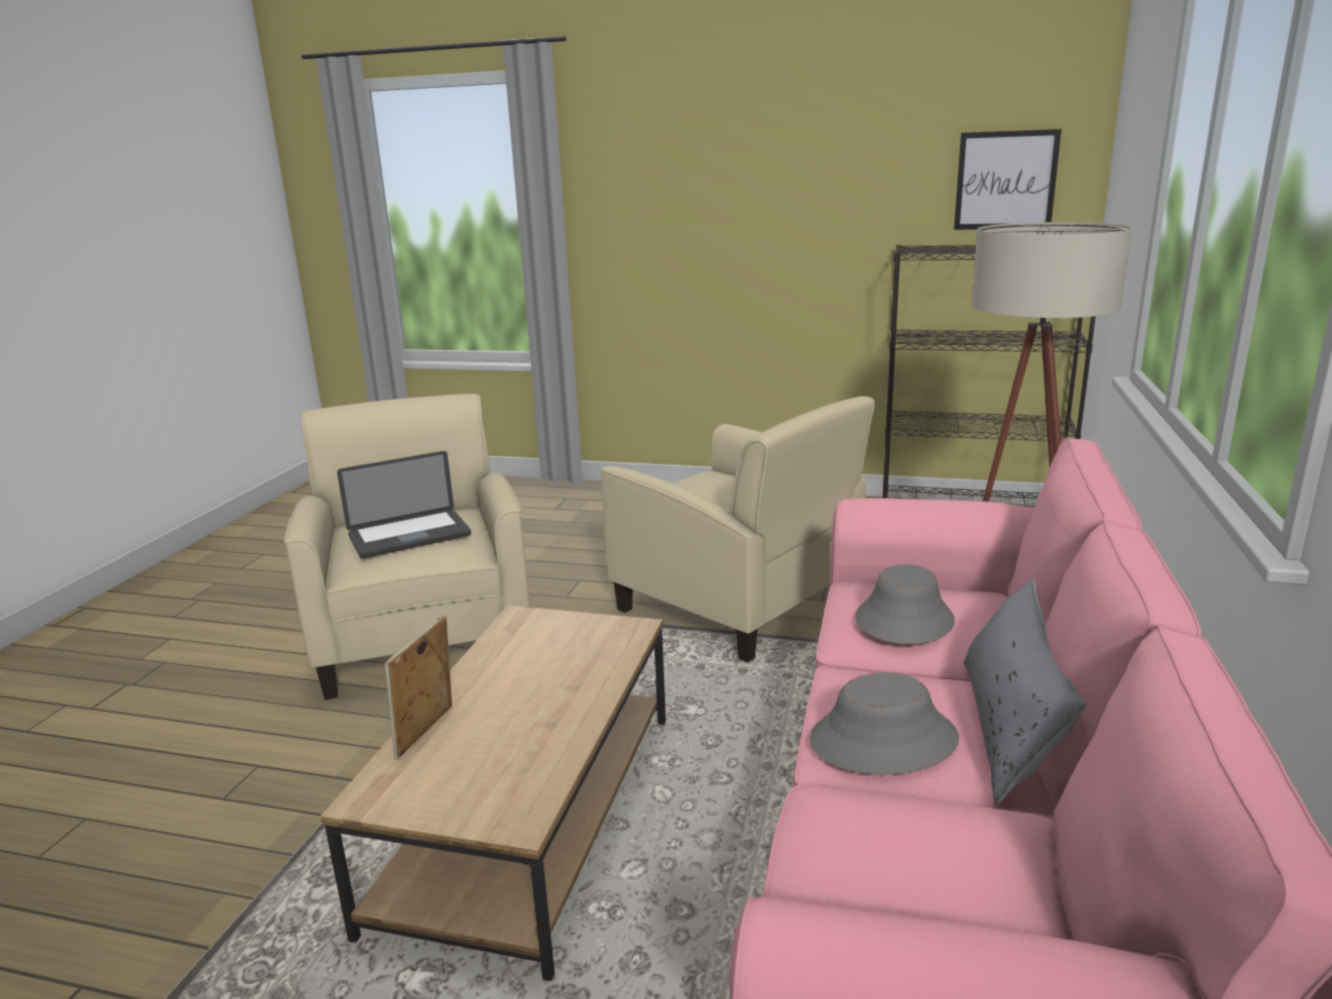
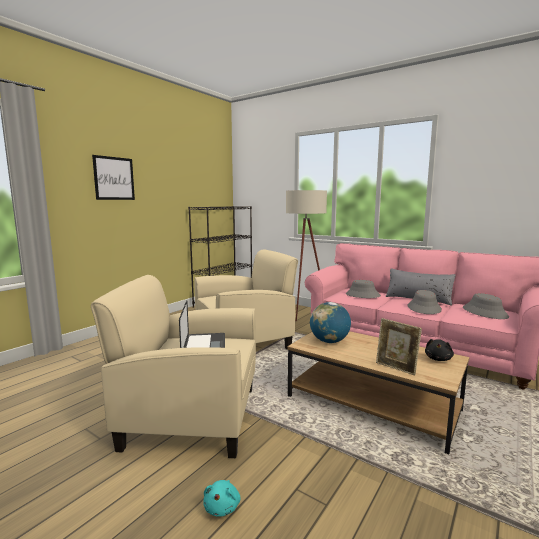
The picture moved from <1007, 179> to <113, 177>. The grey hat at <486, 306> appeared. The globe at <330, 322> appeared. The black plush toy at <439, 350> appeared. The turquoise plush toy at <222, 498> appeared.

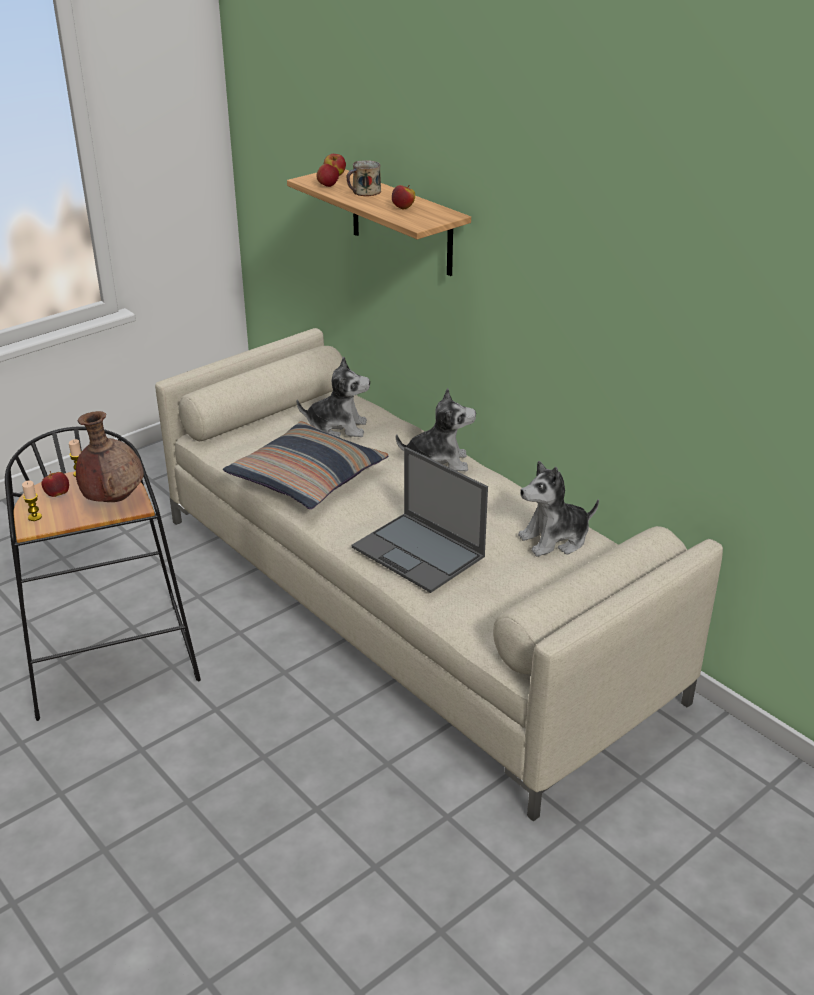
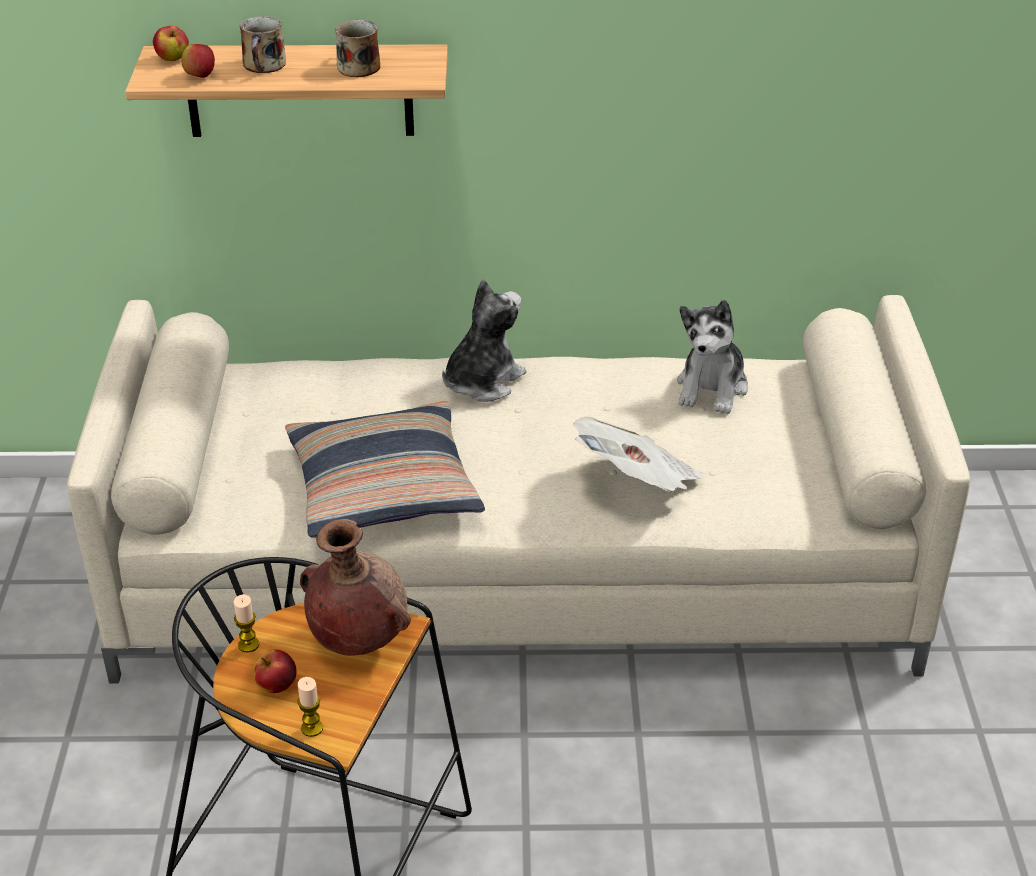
The apple at <403, 197> was replaced by the mug at <357, 48>. The plush toy at <333, 397> disappeared. The laptop at <420, 520> was replaced by the newspaper at <638, 454>.

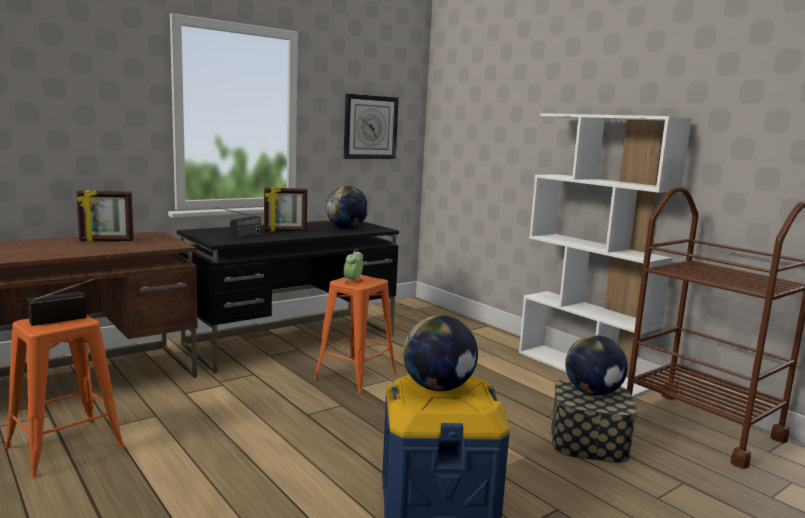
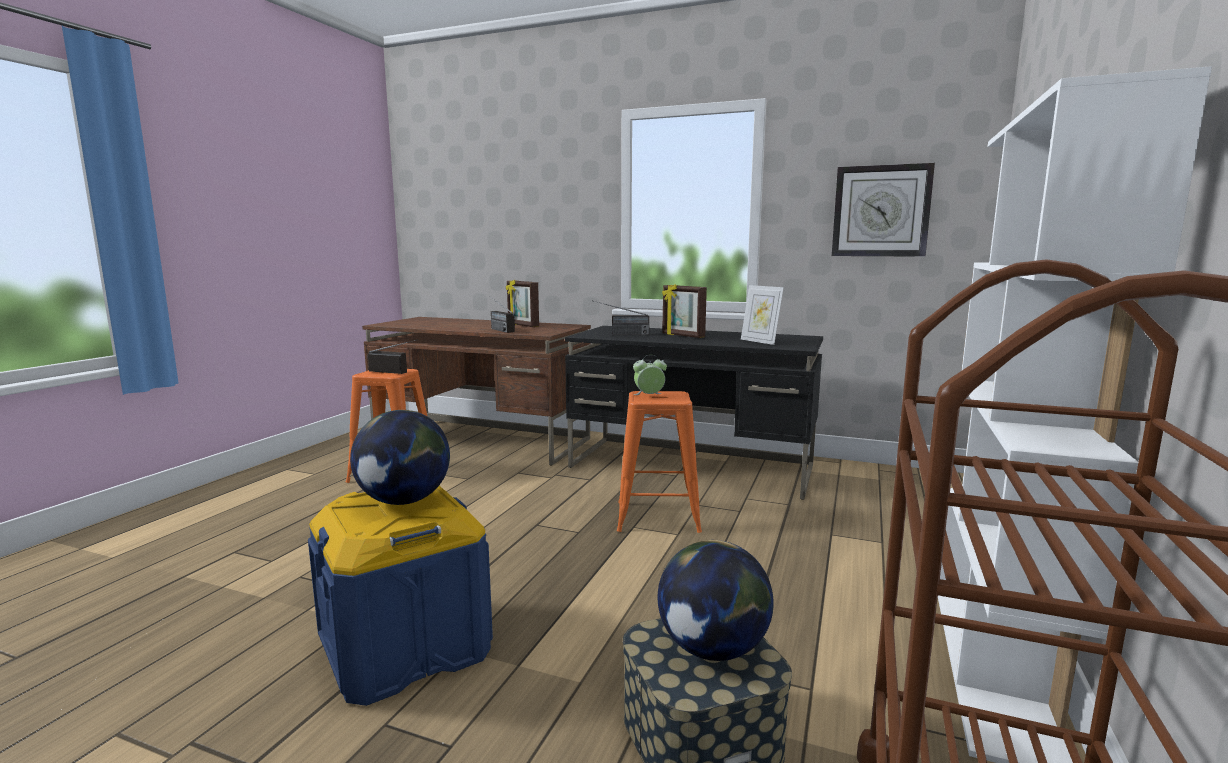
The globe at <347, 207> was replaced by the picture frame at <762, 315>. The radio at <503, 315> appeared.

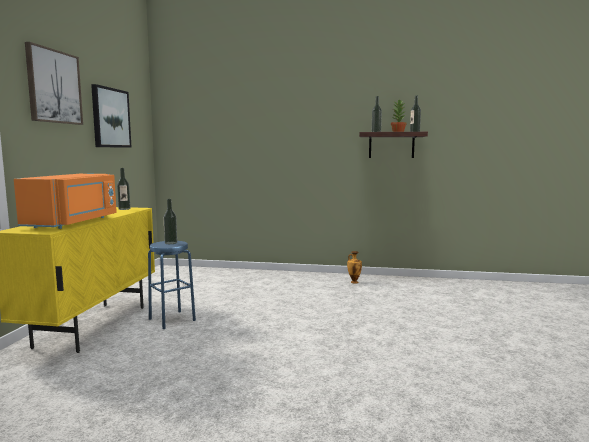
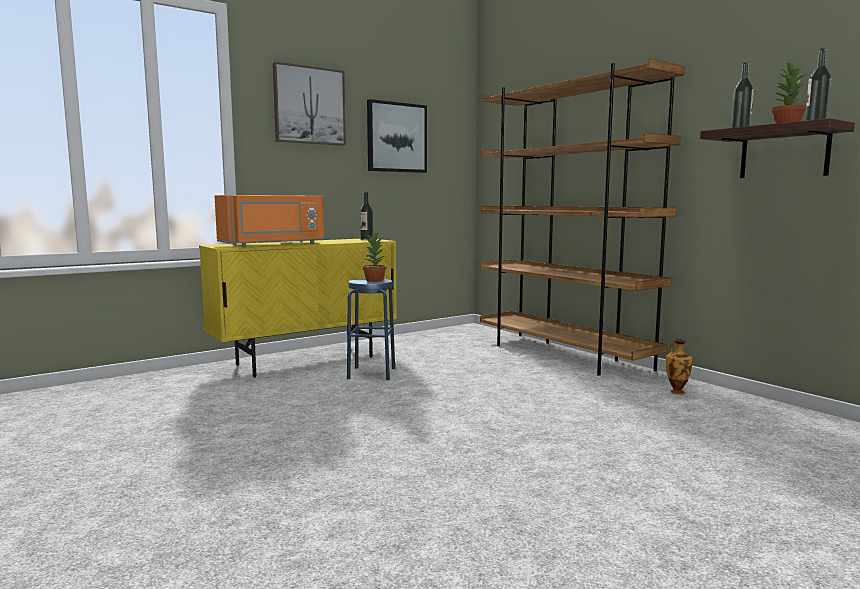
The bottle at <170, 221> was replaced by the potted plant at <375, 257>. The brown bookcase at <582, 217> appeared.

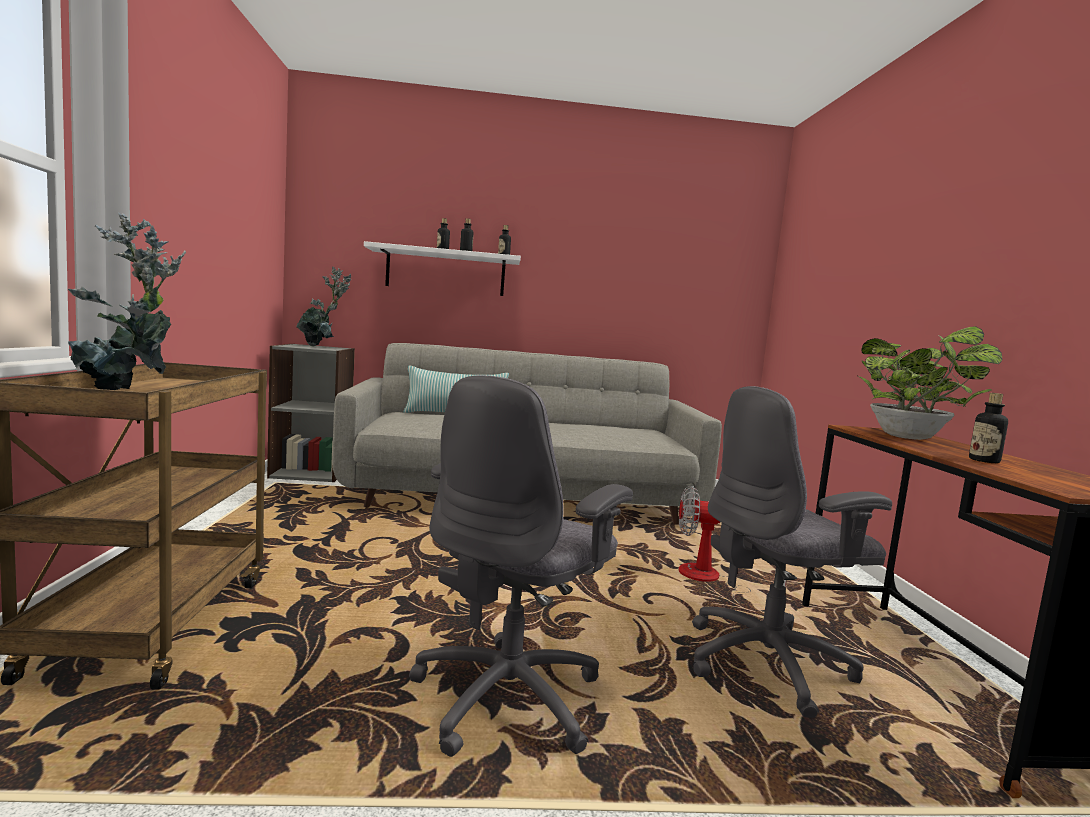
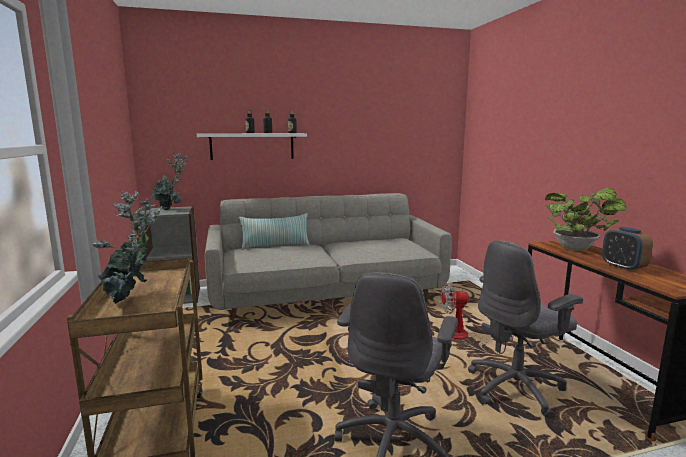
The bottle at <988, 428> was replaced by the alarm clock at <627, 249>.

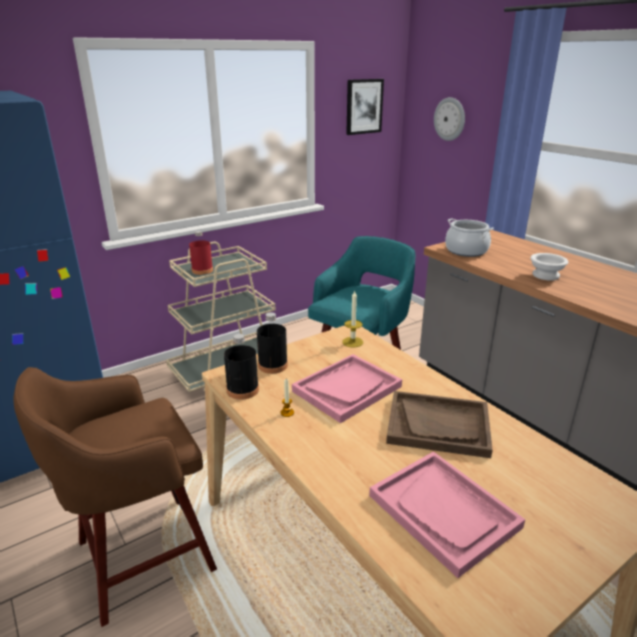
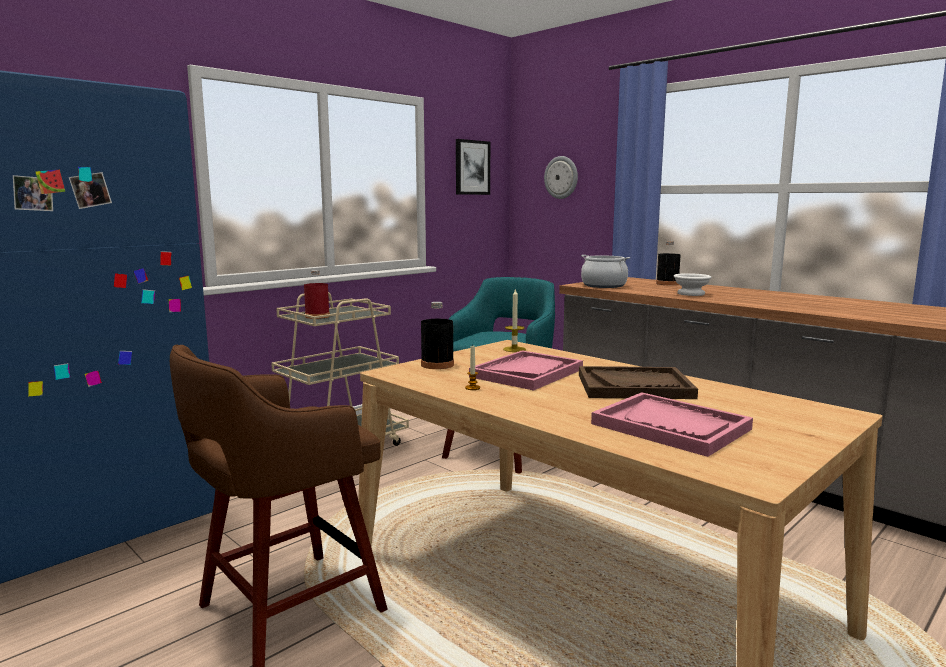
The black bottle moved from <241, 367> to <668, 263>.

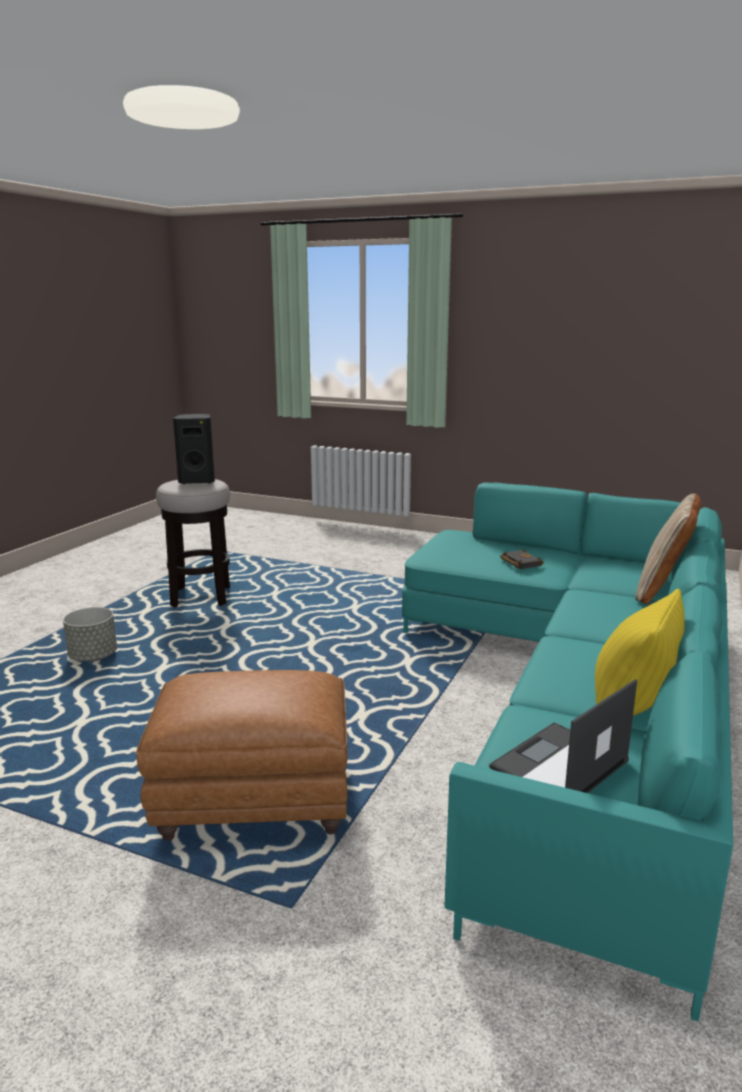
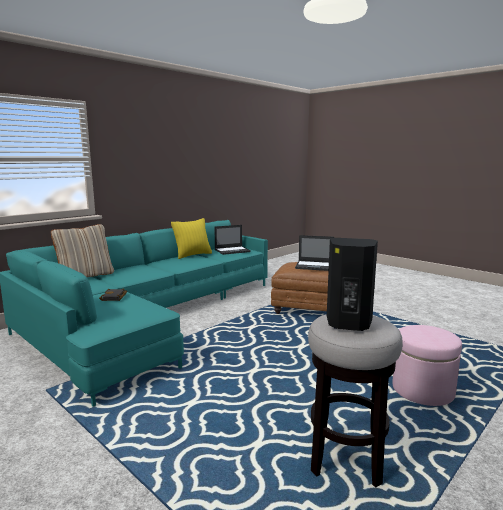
The grey planter at <90, 634> was replaced by the pink ottoman at <427, 365>. The laptop at <314, 253> appeared.

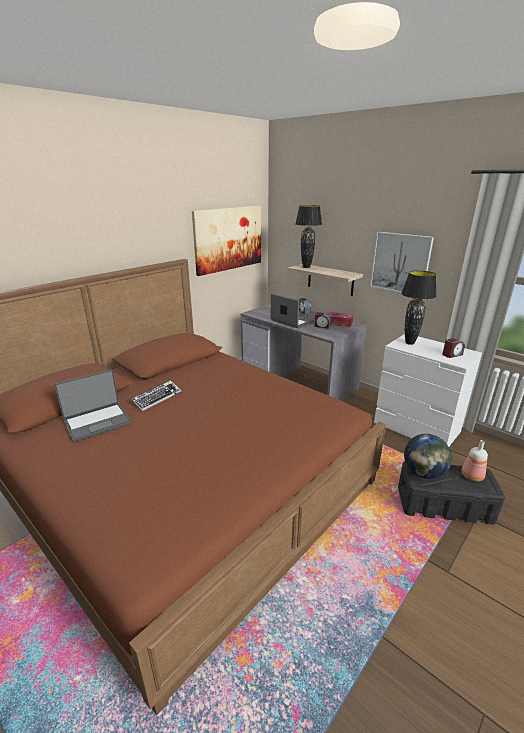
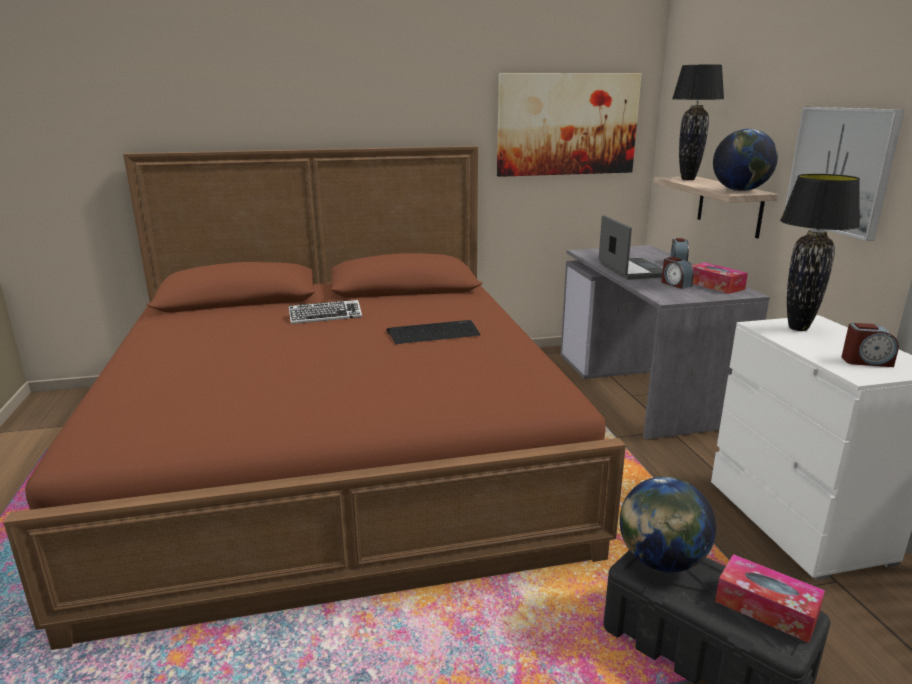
The laptop at <92, 405> disappeared. The bottle at <474, 461> was replaced by the tissue box at <770, 598>. The globe at <745, 160> appeared. The keyboard at <433, 332> appeared.

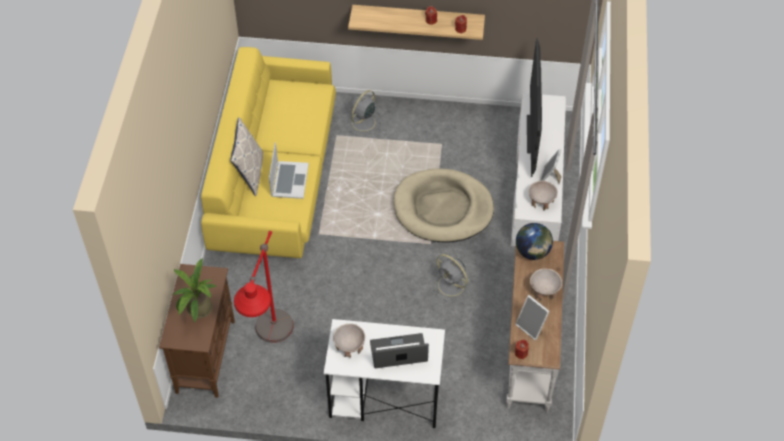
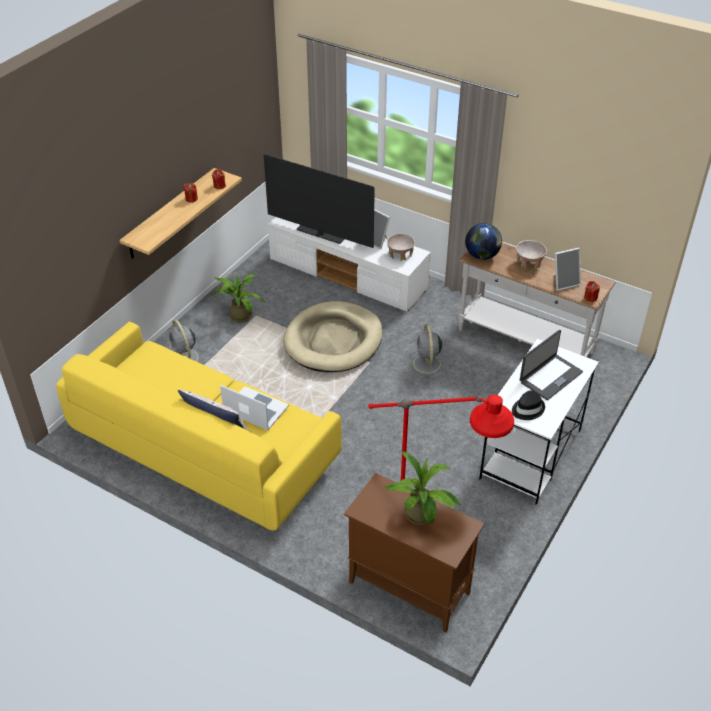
The grey fan at <452, 278> turned 105 degrees clockwise. The beige bowl at <349, 341> was replaced by the black hat at <528, 405>. The laptop at <399, 350> turned 150 degrees counterclockwise. The potted plant at <239, 298> appeared.

